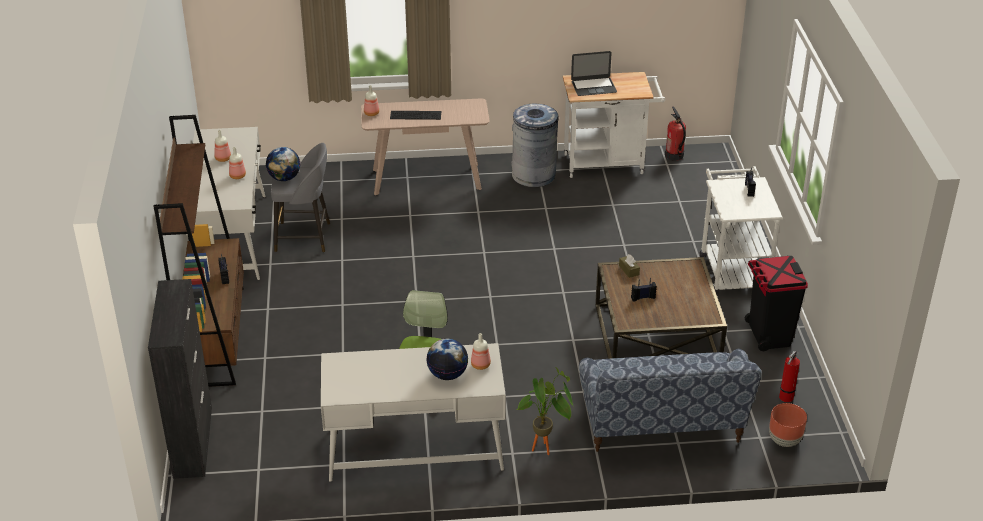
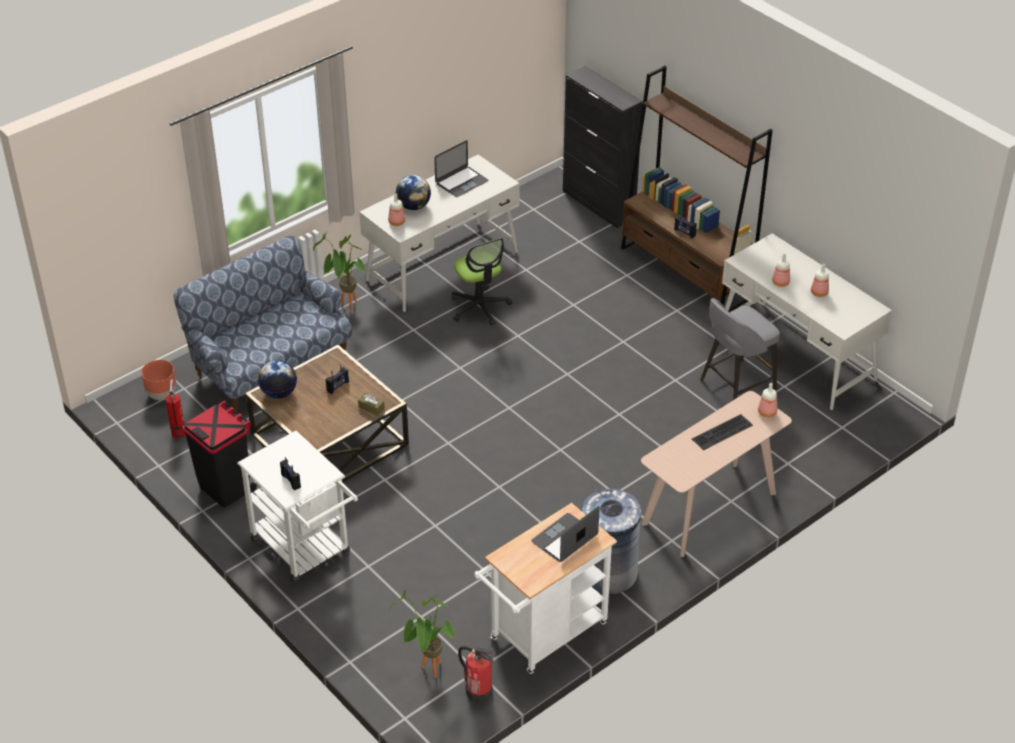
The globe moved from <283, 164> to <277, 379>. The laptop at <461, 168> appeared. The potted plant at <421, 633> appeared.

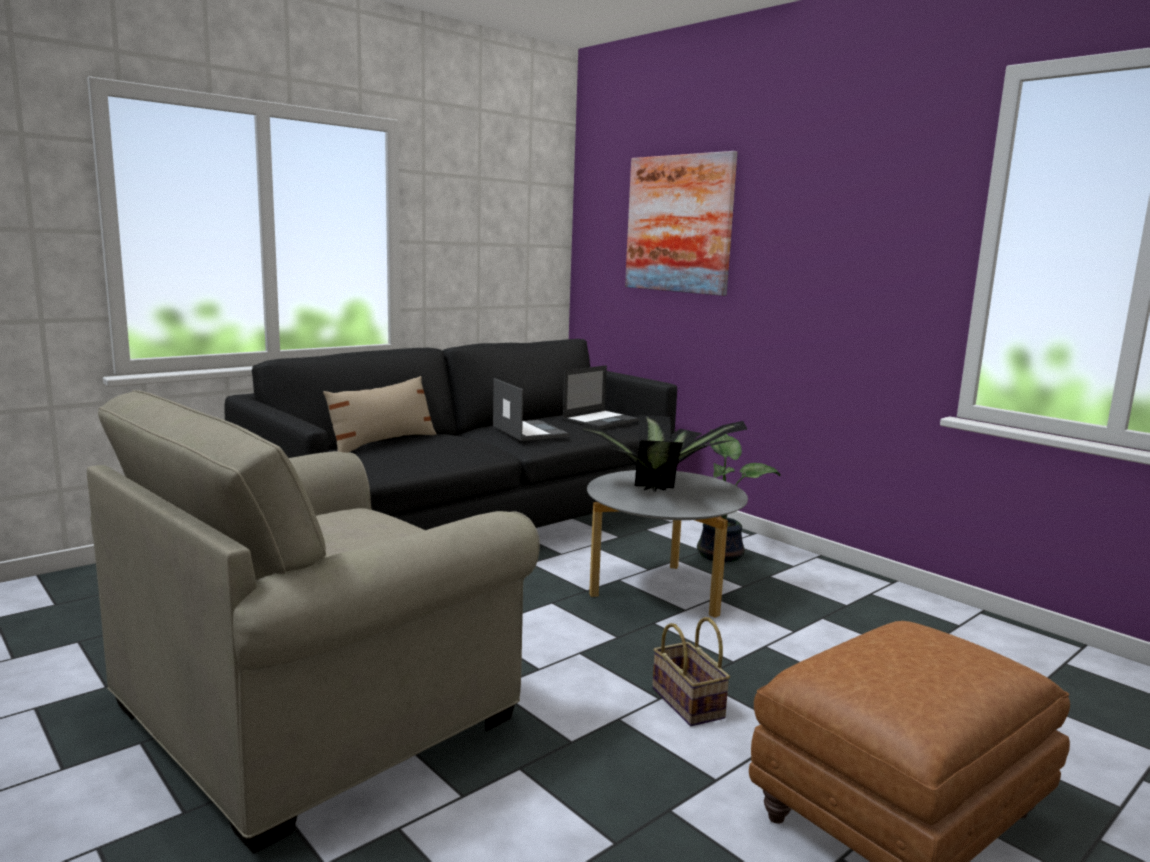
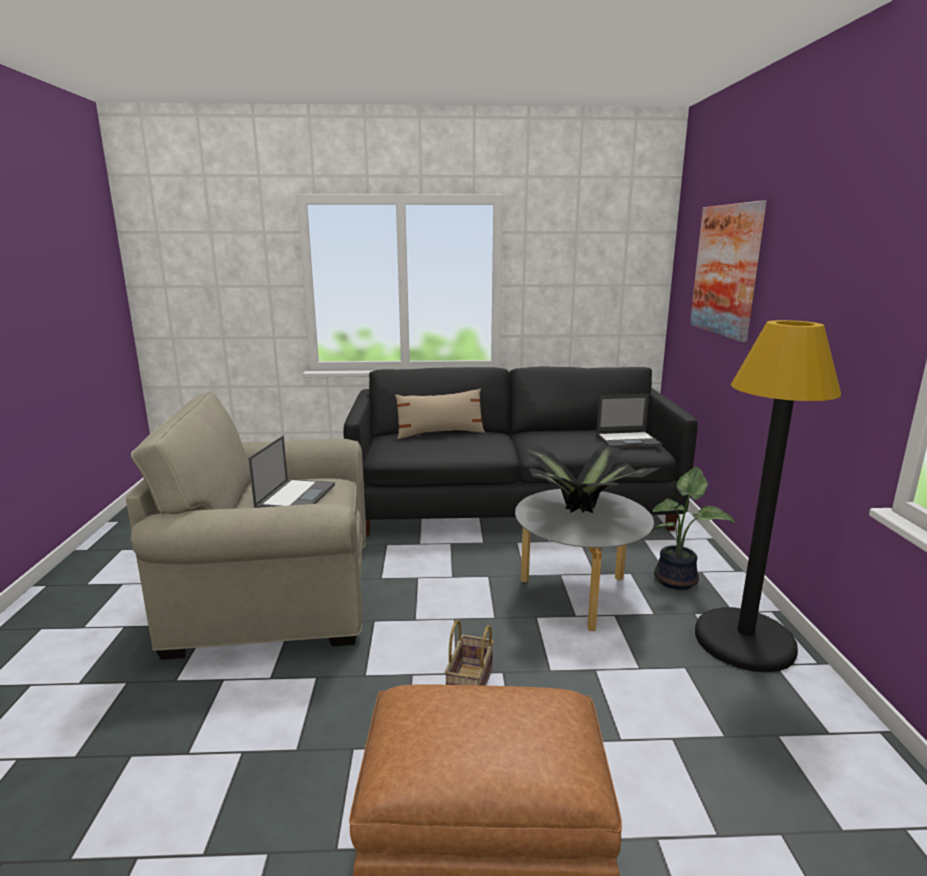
The laptop moved from <531, 409> to <291, 472>. The black floor lamp at <768, 496> appeared.

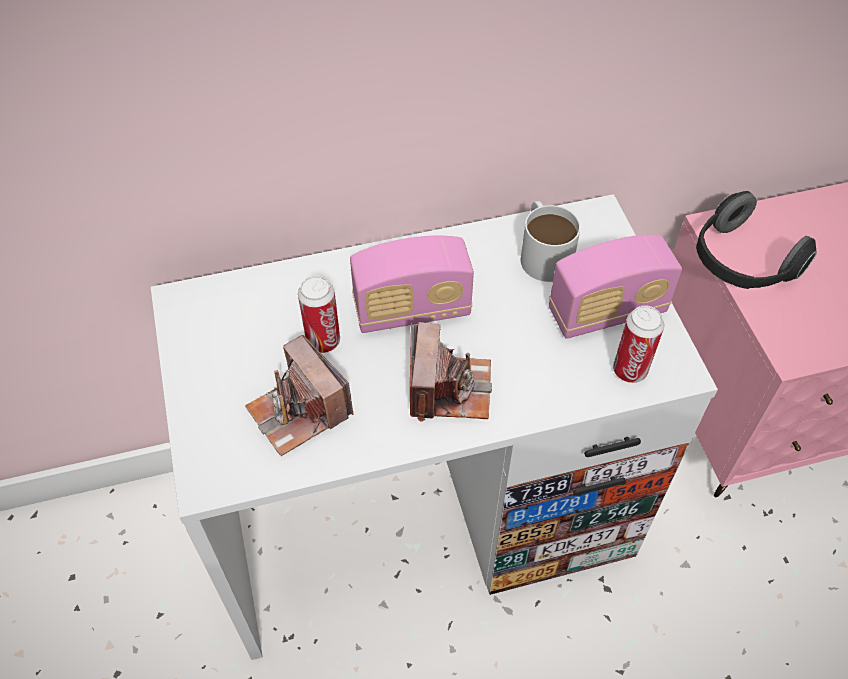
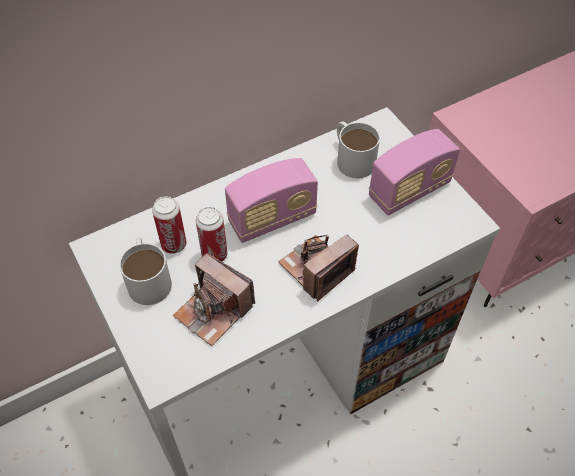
The headphones at <756, 240> disappeared. The can moved from <638, 344> to <169, 225>. The photo camera at <451, 372> turned 120 degrees counterclockwise. The white mug at <145, 271> appeared.

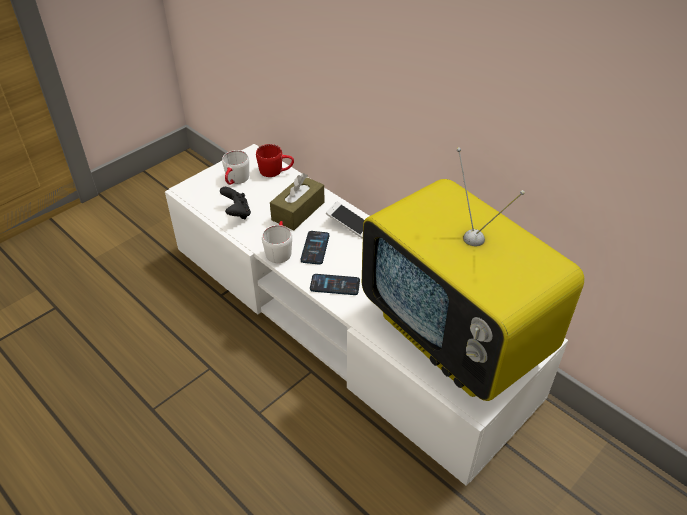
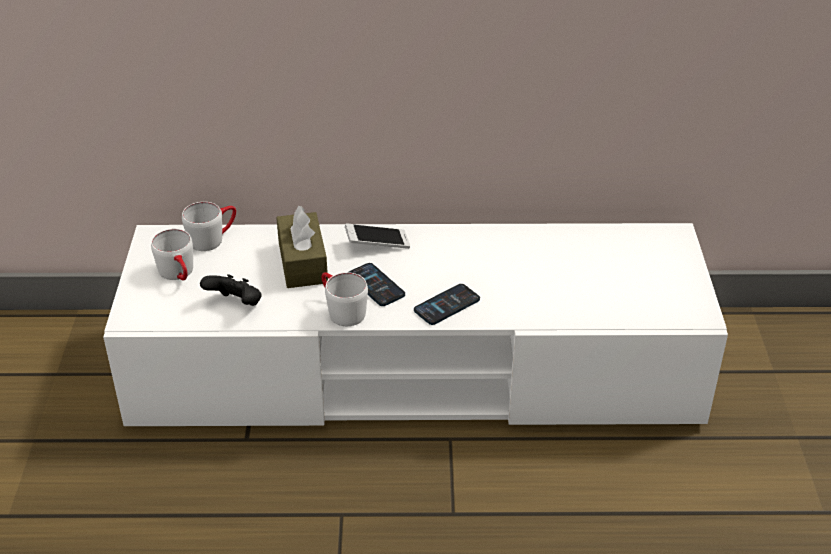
The red mug at <275, 160> became the white mug at <209, 226>. The television at <473, 274> disappeared.

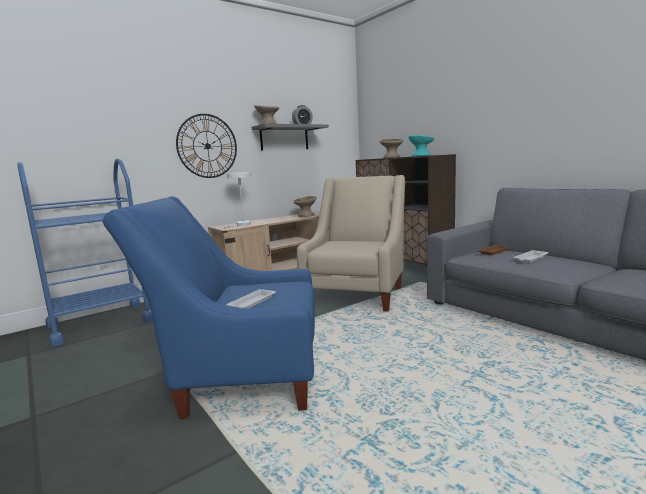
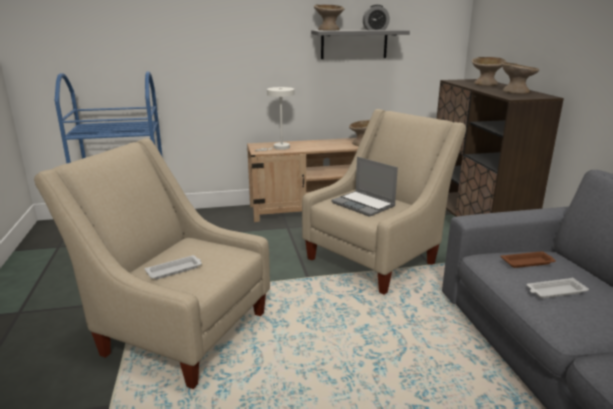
The wall clock at <206, 146> disappeared. The turquoise bowl at <421, 145> became the beige bowl at <520, 78>. The blue armchair at <208, 307> became the beige armchair at <152, 263>. The laptop at <364, 187> appeared.

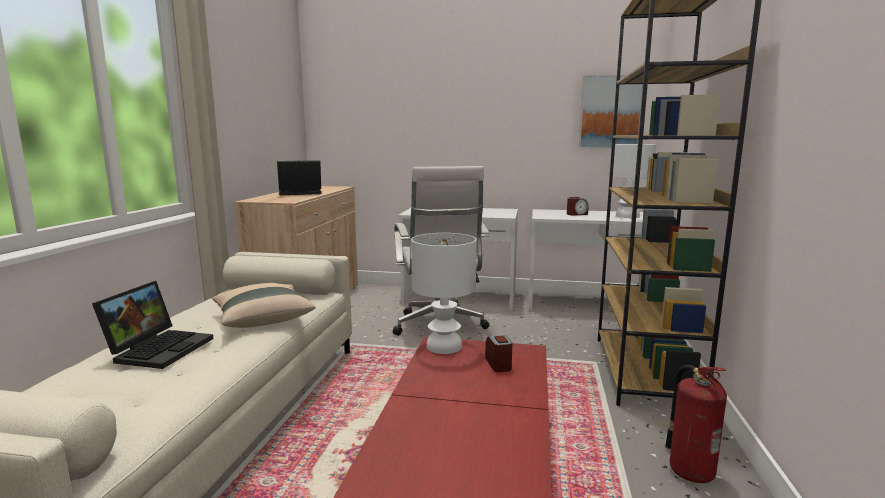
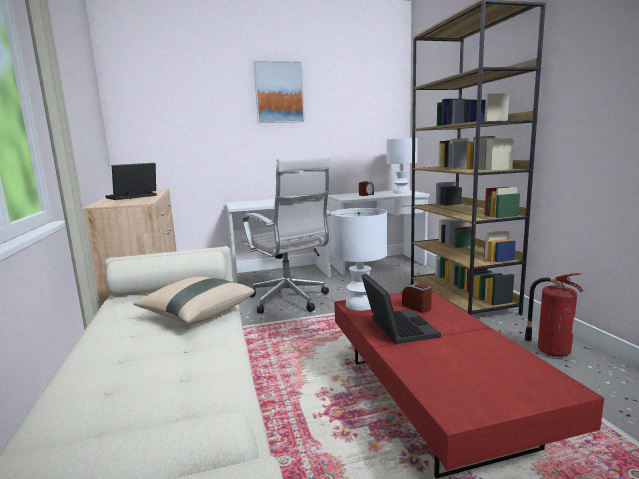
The picture moved from <611, 112> to <279, 92>. The laptop moved from <152, 325> to <401, 308>.

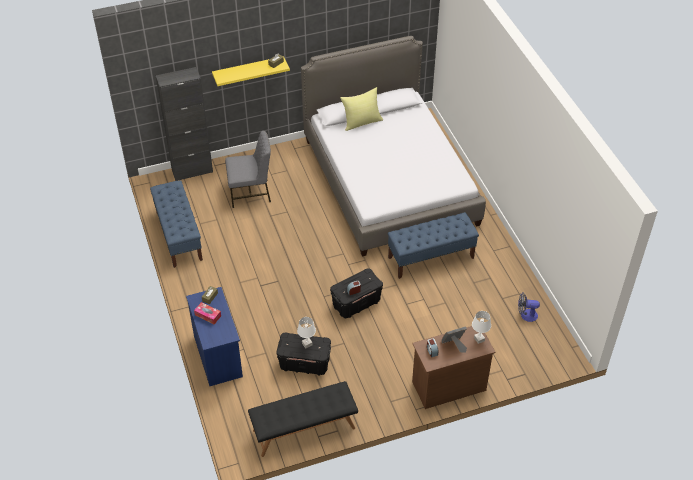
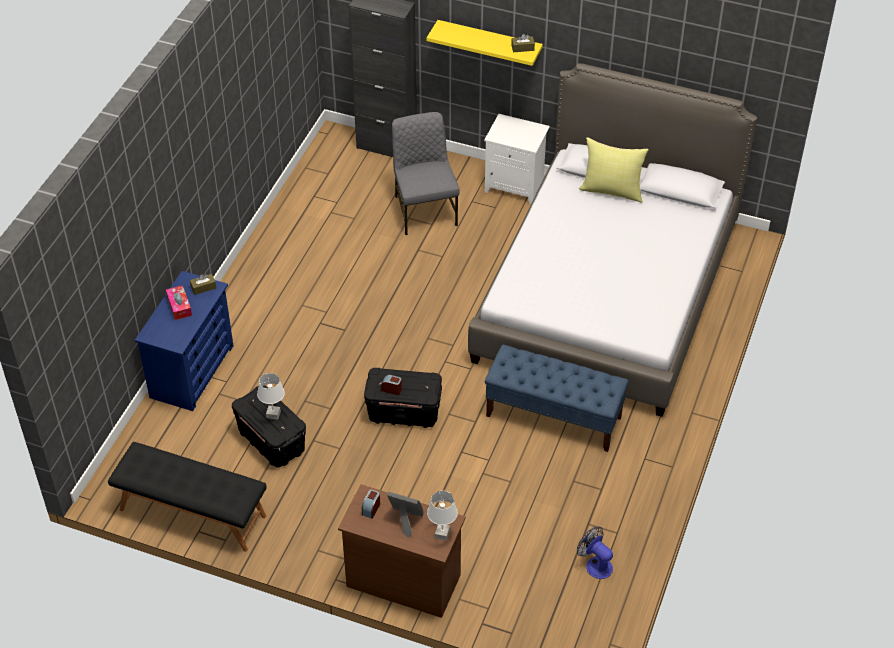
The grey chair at <248, 169> turned 135 degrees counterclockwise. The blue bench at <176, 224> disappeared. The white nightstand at <517, 159> appeared.

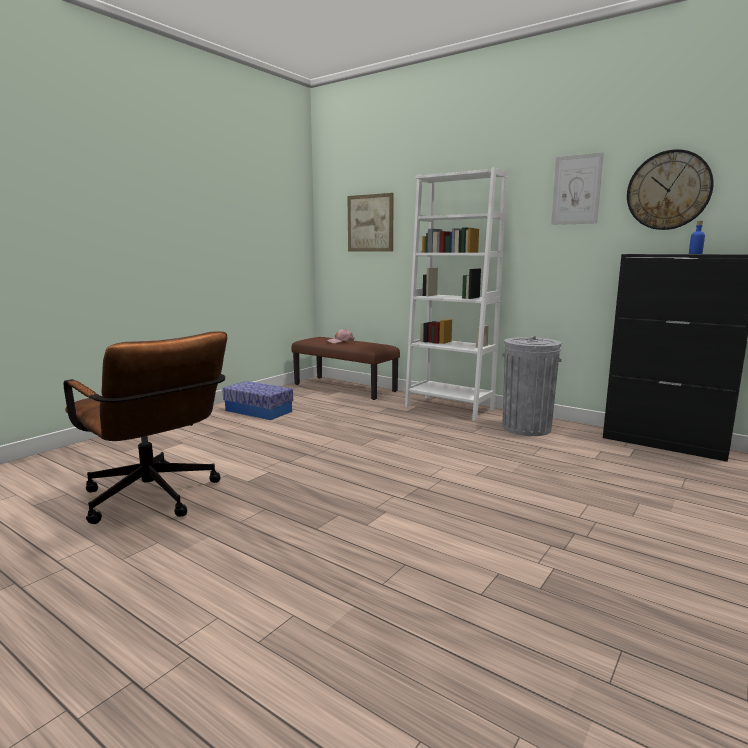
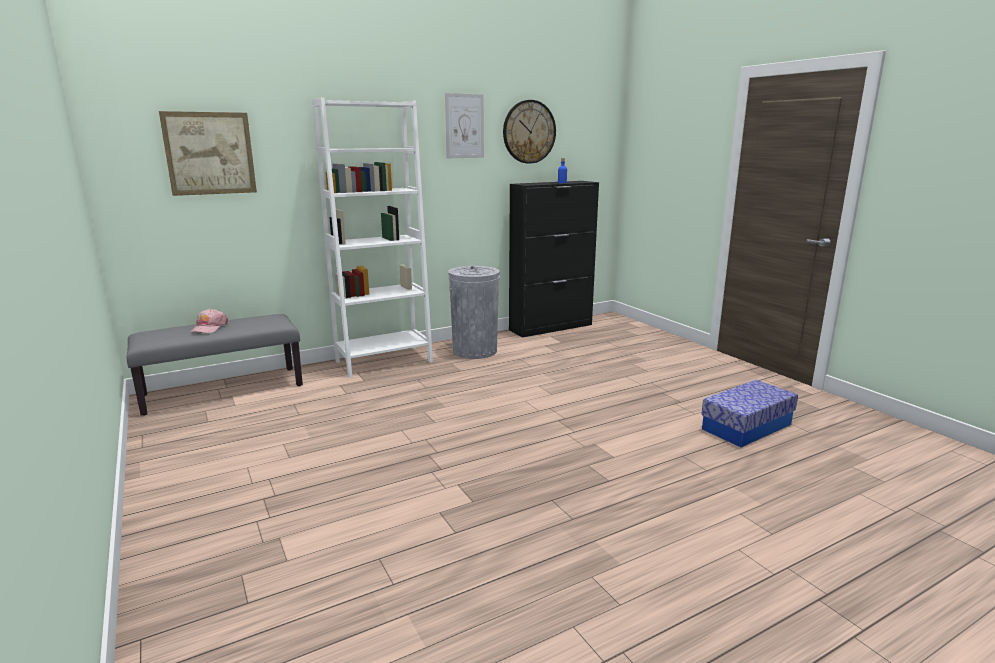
The brown office chair at <145, 427> disappeared. The brown bench at <345, 368> became the grey bench at <215, 365>. The storage box moved from <257, 400> to <749, 413>.

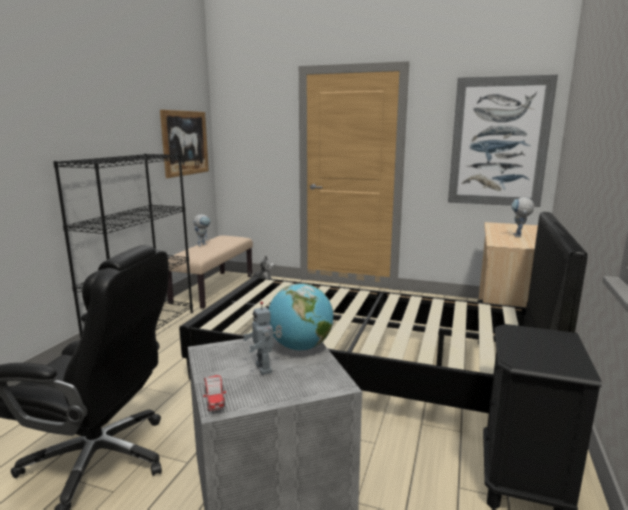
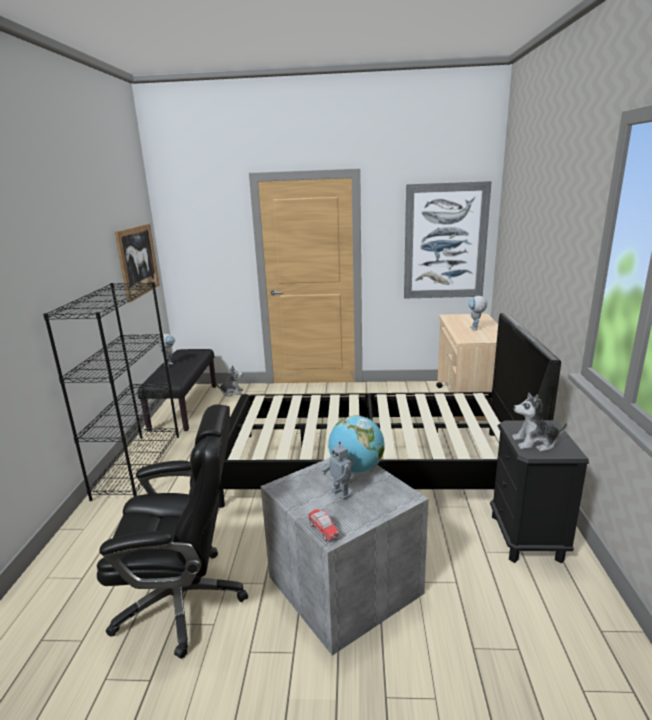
The beige bench at <210, 272> became the black bench at <176, 390>. The plush toy at <539, 422> appeared.

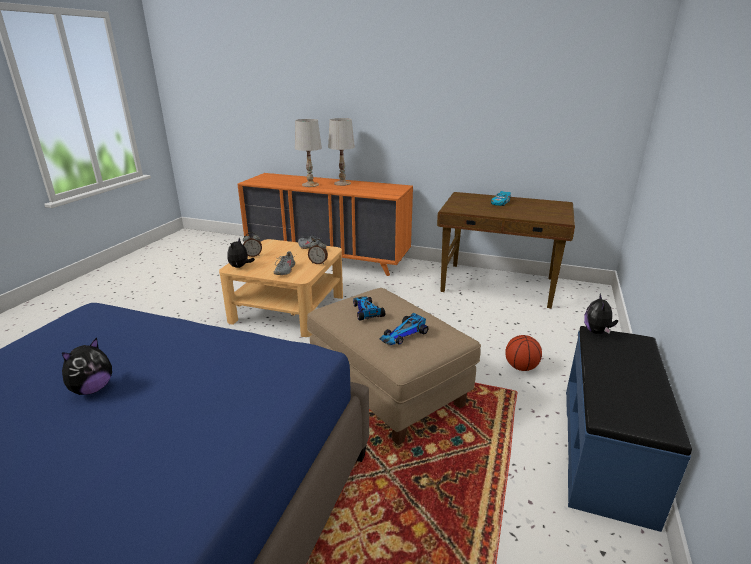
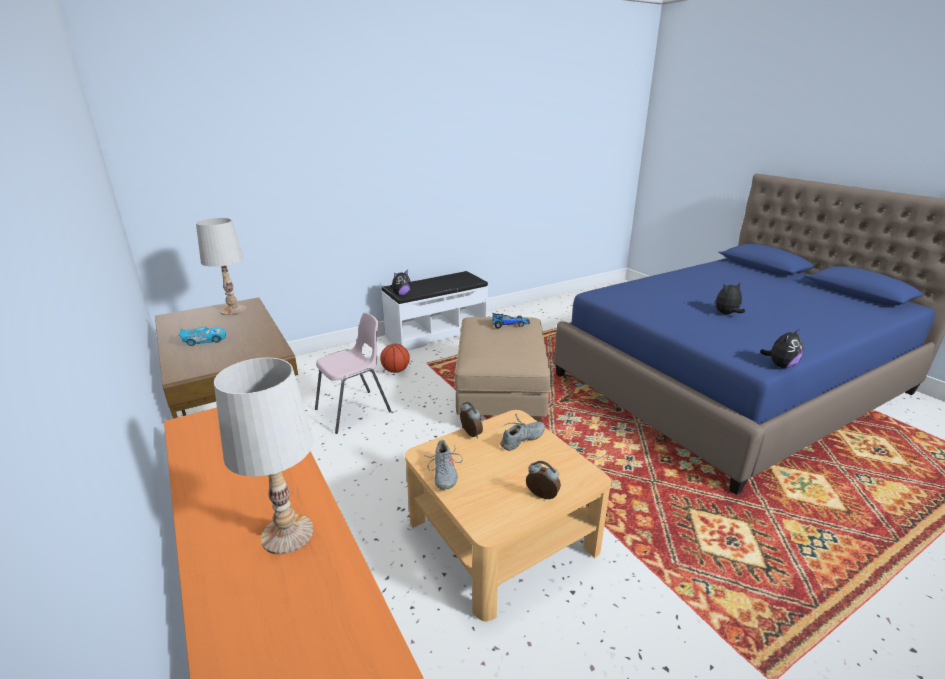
The white table lamp moved from <341, 152> to <221, 266>. The plush toy moved from <241, 253> to <781, 348>. The toy car at <369, 308> disappeared. The blue bench at <629, 429> became the white bench at <434, 311>. The pink chair at <353, 373> appeared.

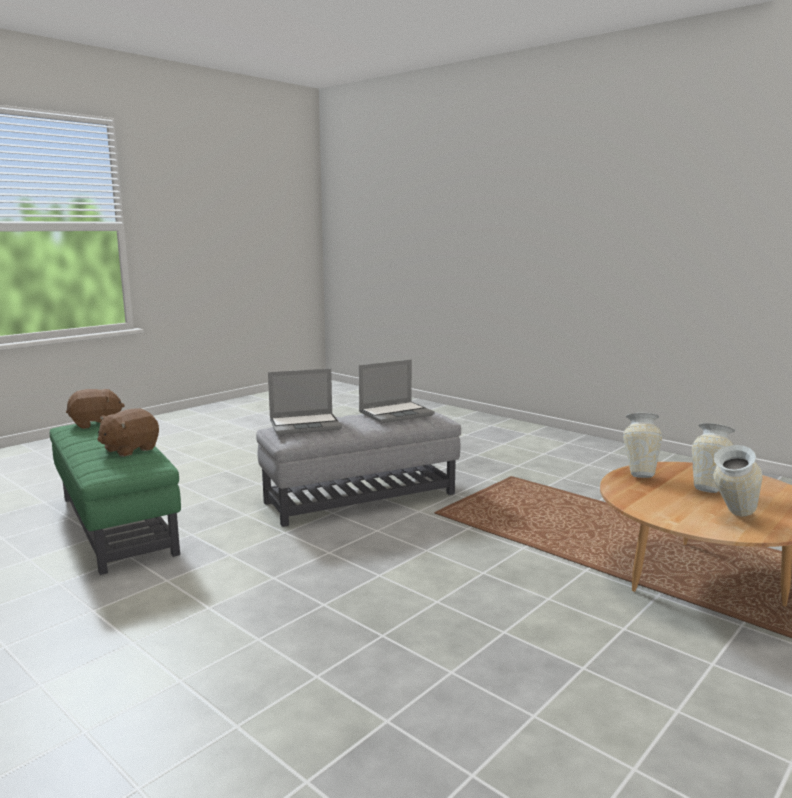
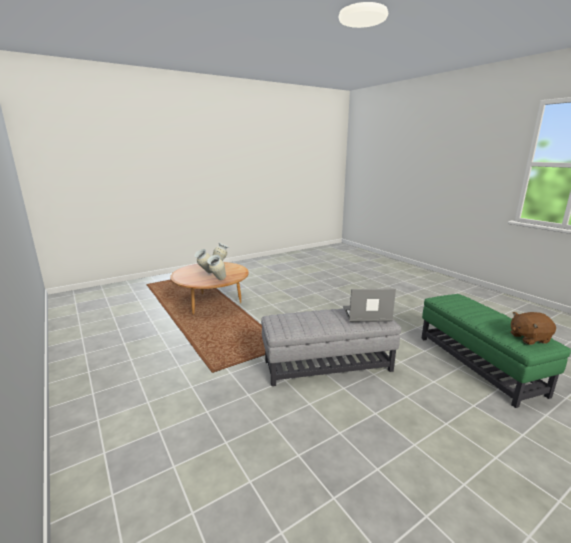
The laptop at <396, 391> disappeared. The brown plush toy at <128, 432> disappeared.

